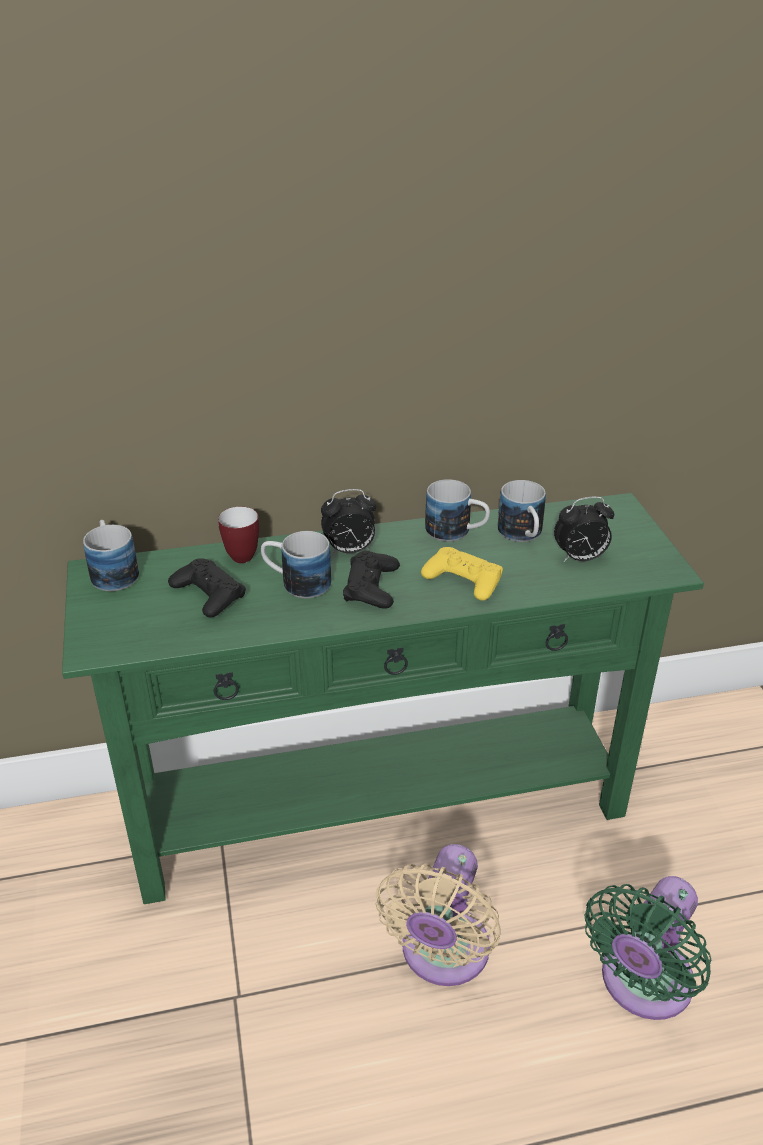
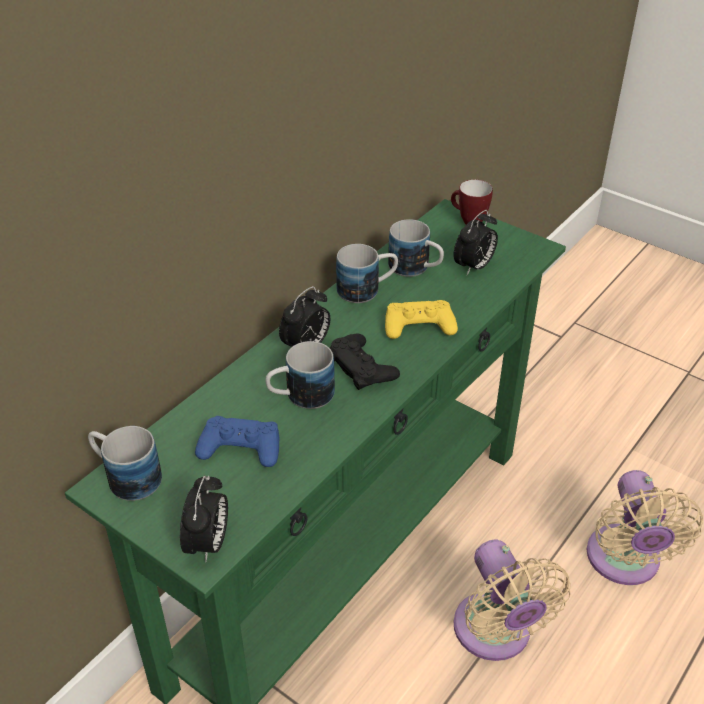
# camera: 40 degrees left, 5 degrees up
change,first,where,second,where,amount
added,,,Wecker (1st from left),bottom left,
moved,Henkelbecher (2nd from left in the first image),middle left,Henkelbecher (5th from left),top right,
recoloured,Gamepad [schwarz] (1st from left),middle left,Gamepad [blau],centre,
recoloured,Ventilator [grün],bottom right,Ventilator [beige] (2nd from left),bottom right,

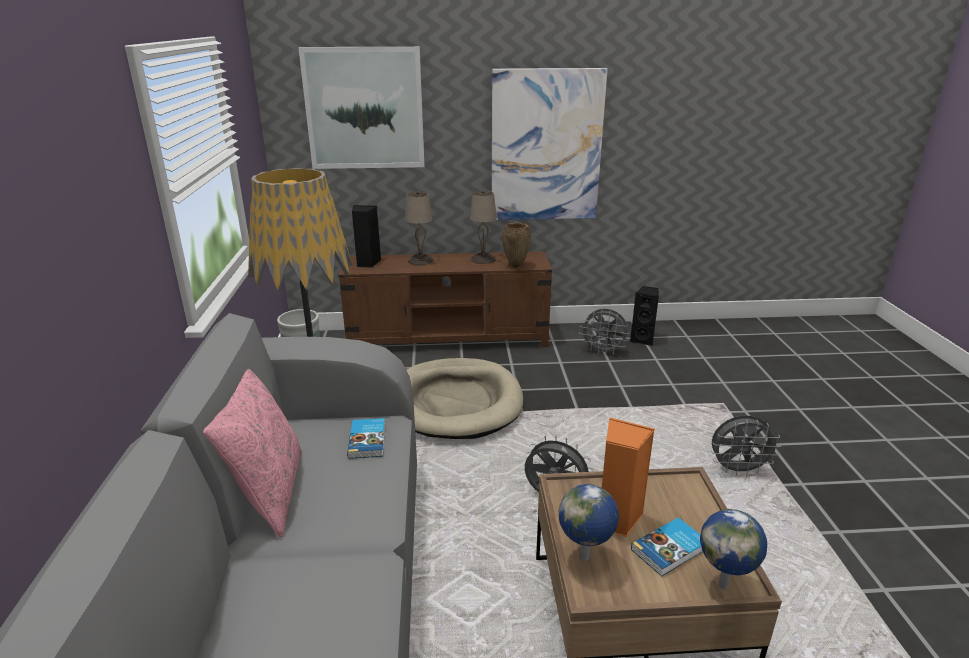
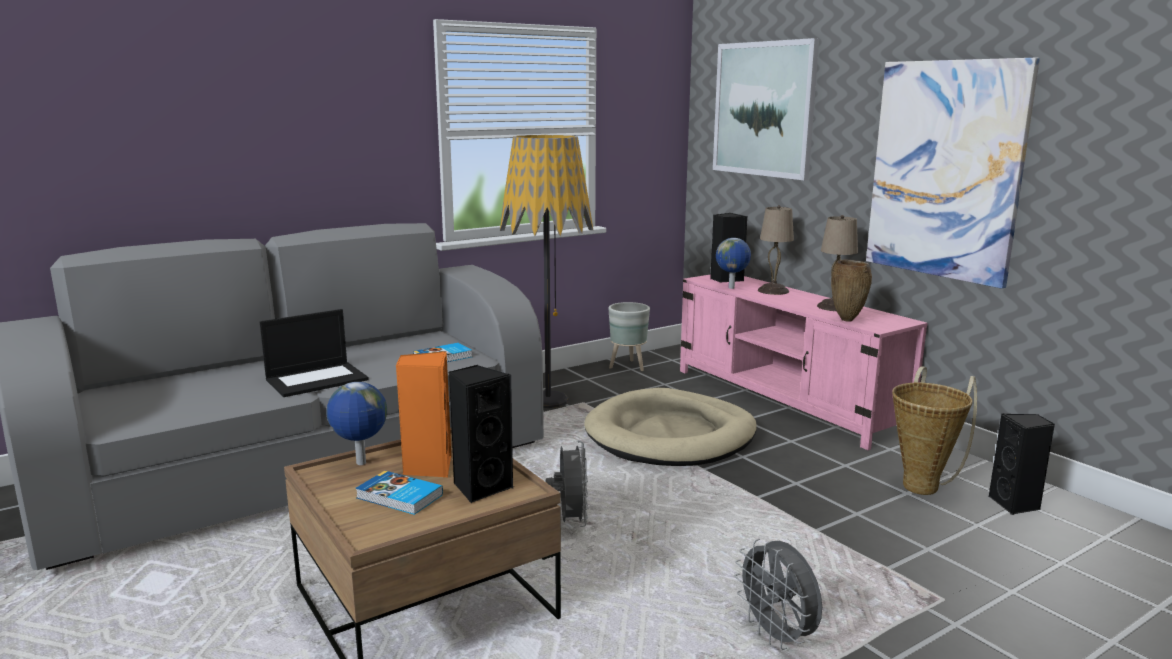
# camera: 60 degrees right, 10 degrees down
change,first,where,second,where,amount
removed,Kissen [rosa],bottom left,,,
added,,,Laptop,middle left,
added,,,Lautsprecher [schwarz] (1st from left),centre,
moved,Globus (2nd from left),bottom right,,centre,
replaced,Ventilator [grau] (2nd from left),centre,Korb,middle right,
recoloured,Fernsehschrank [braun],centre,Fernsehschrank [rosa],middle right,

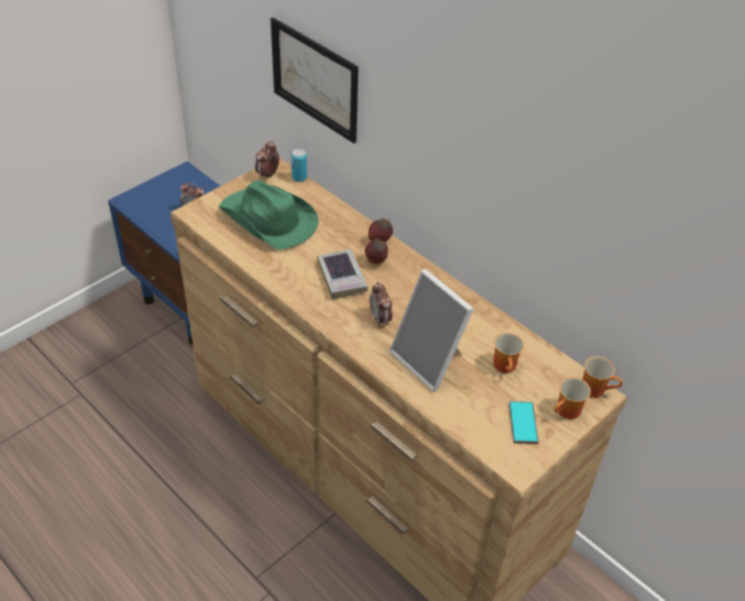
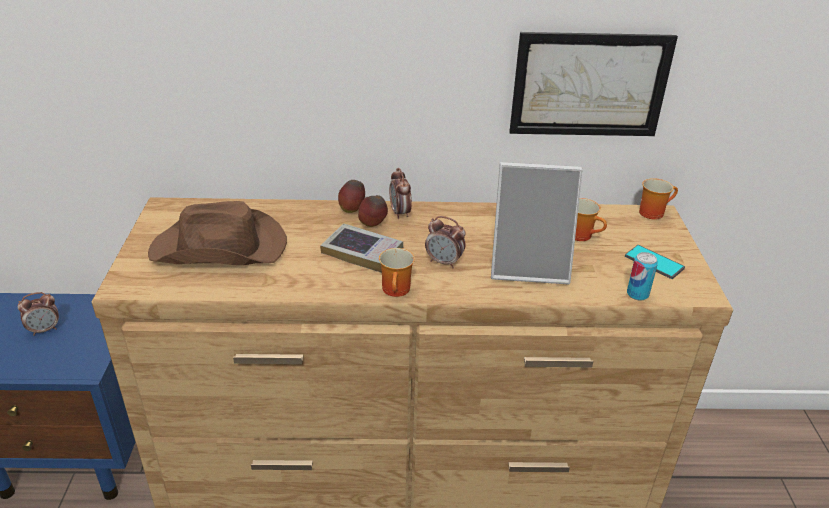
# camera: 45 degrees left, 10 degrees down
change,first,where,second,where,amount
moved,Wecker (2nd from left),top centre,,centre,
moved,Bild,top centre,,top right,
moved,Dose,top centre,,middle right,
moved,Henkelbecher (2nd from left in the first image),middle right,Henkelbecher (1st from left),centre,
recoloured,Hut [grün],centre,Hut [braun],middle left,

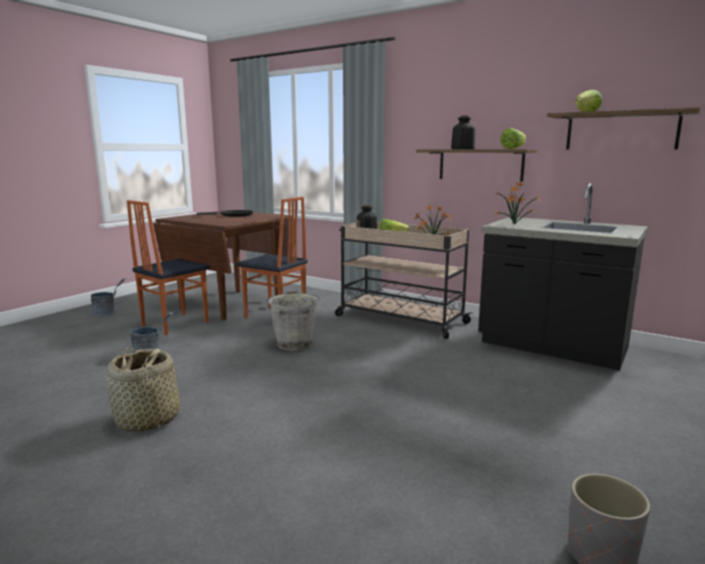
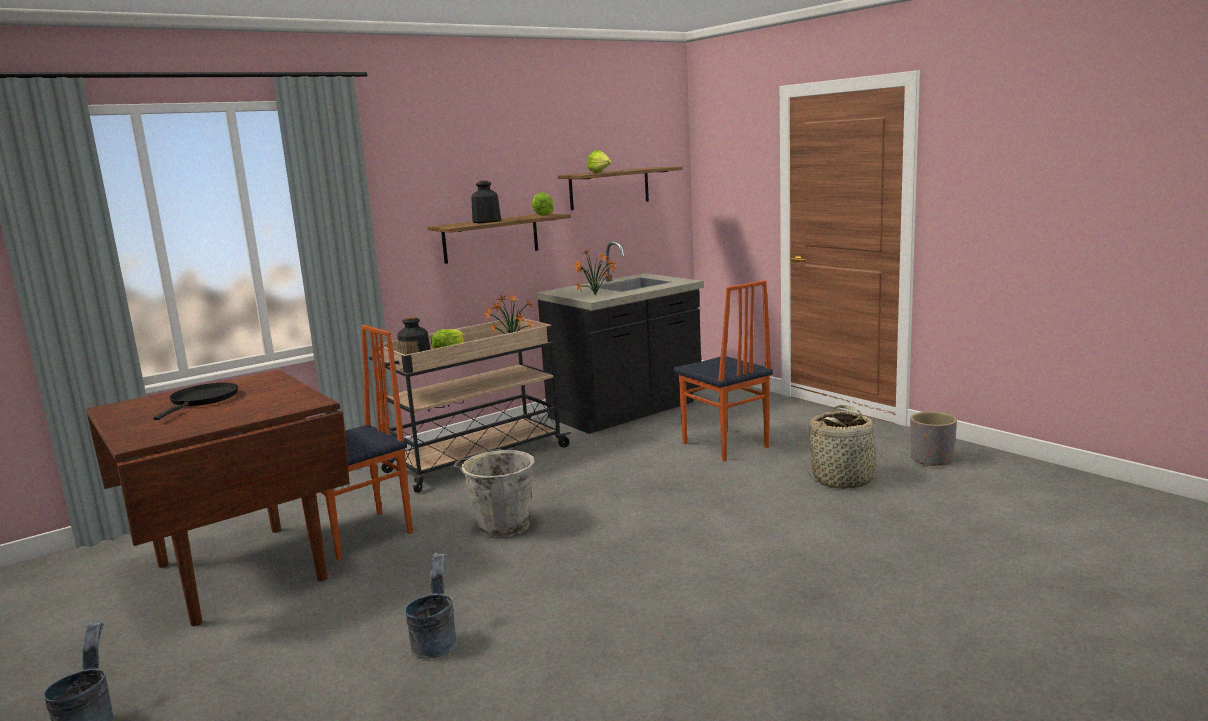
# camera: 70 degrees left, 0 degrees up
change,first,where,second,where,amount
moved,Korb,bottom left,,middle right,
moved,Stuhl (1st from left in the first image),middle left,Stuhl (2nd from left),centre,

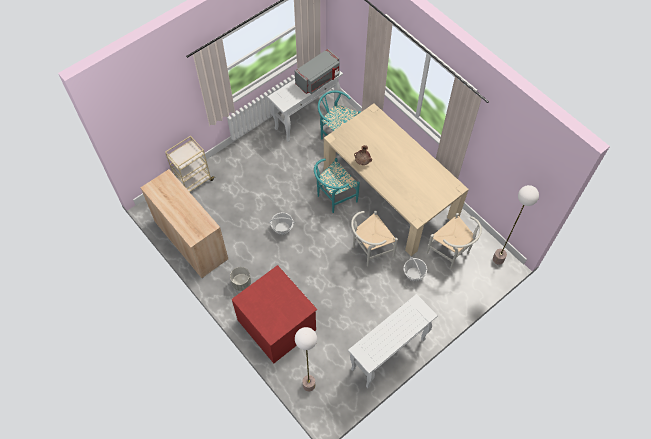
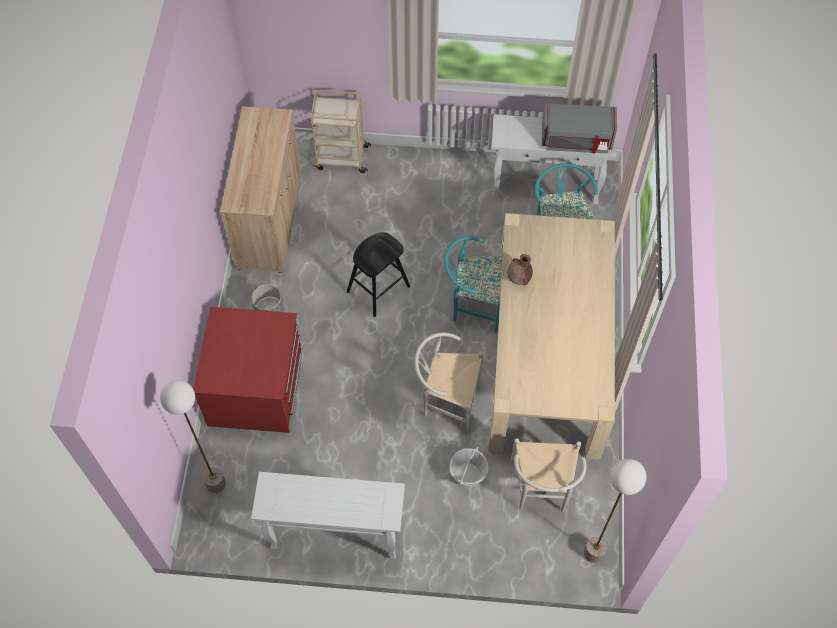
# camera: 45 degrees right, 0 degrees up
change,first,where,second,where,amount
replaced,Korb (1st from left),centre,Hocker [schwarz],centre,

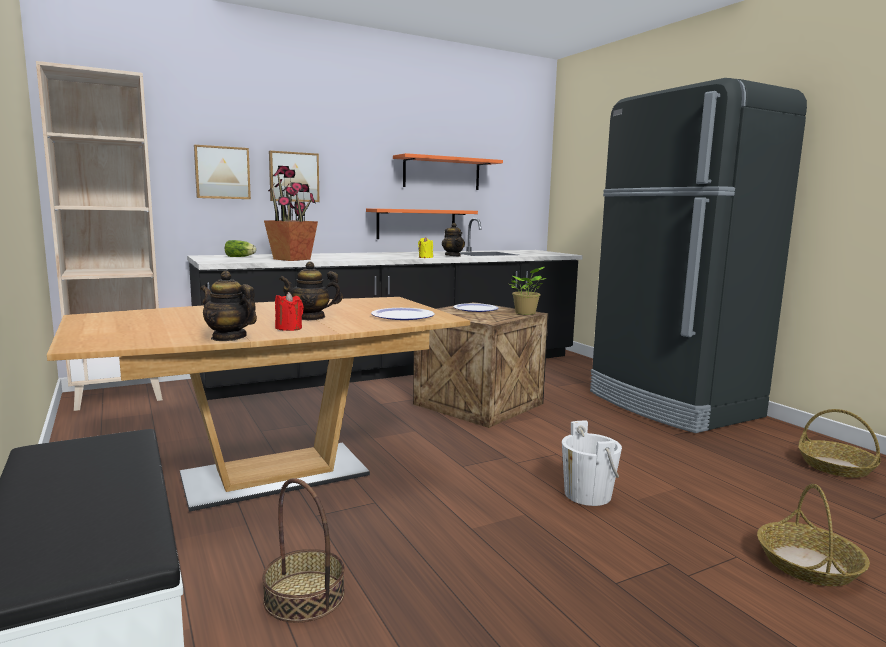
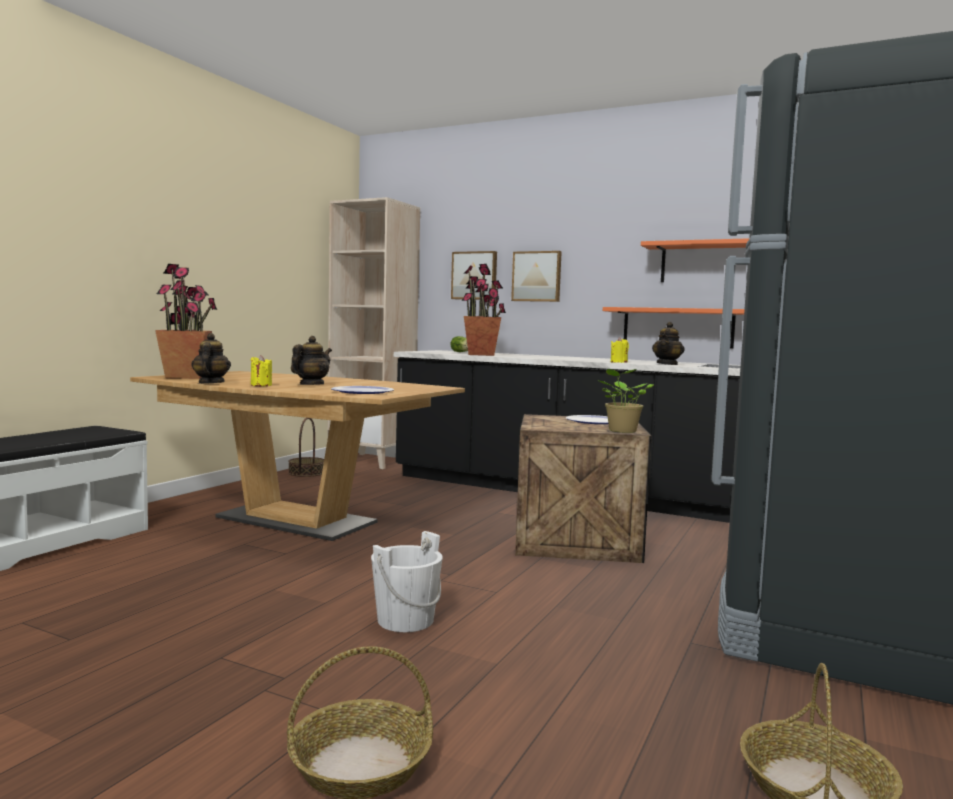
# camera: 55 degrees right, 5 degrees down
change,first,where,second,where,amount
added,,,Topfpflanze (1st from left),middle left,
moved,Korb (1st from left),bottom centre,,middle left,
recoloured,Kerze [rot],middle left,Kerze [gelb] (1st from left),middle left,
turned,Teekanne (2nd from left),centre,,middle left,75 degrees clockwise

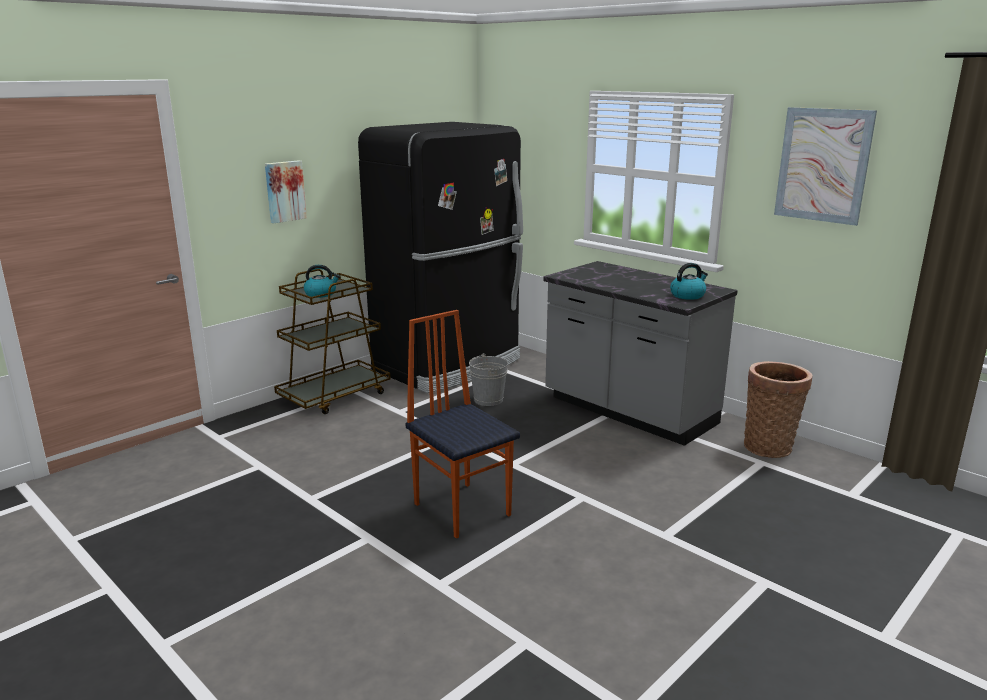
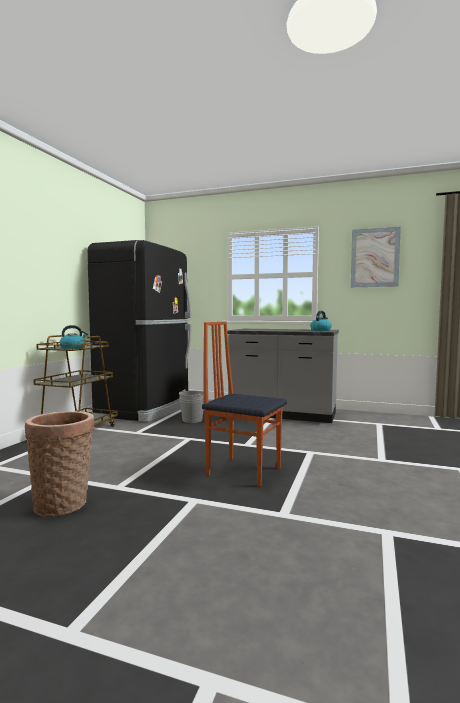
# camera: 25 degrees left, 15 degrees down
change,first,where,second,where,amount
removed,Bild (1st from left),top left,,,
moved,Korb,middle right,,middle left,

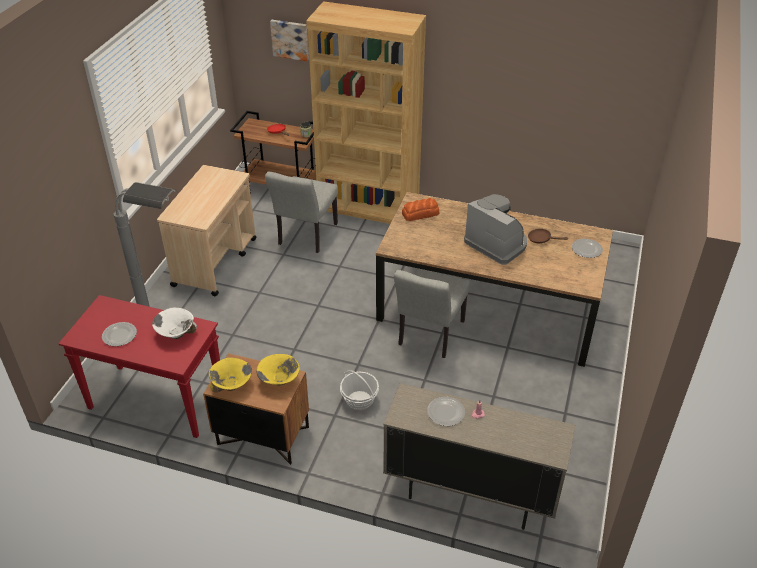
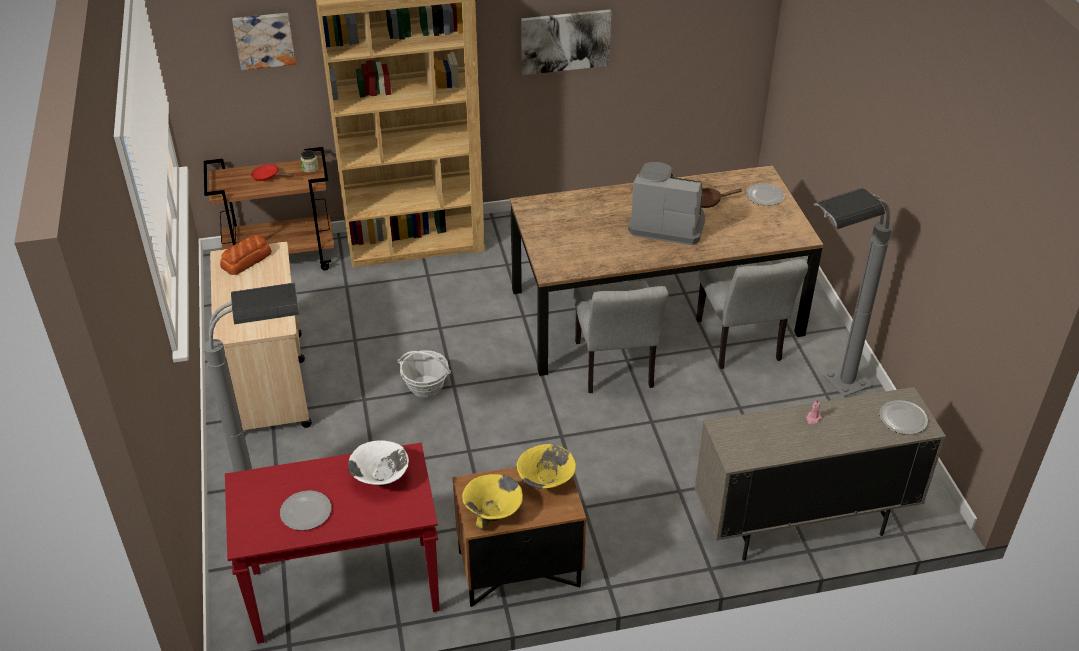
# camera: 30 degrees left, 0 degrees up
change,first,where,second,where,amount
added,,,Bild (2nd from left),top centre,
added,,,Stehlampe [grau] (2nd from left),middle right,
moved,Stuhl [grau] (1st from left in the first image),centre,Stuhl [grau] (2nd from left),middle right,
moved,Korb,bottom centre,,centre,
moved,Brot,centre,,middle left,
moved,Teller (2nd from left in the first image),bottom centre,Teller (3rd from left),middle right,

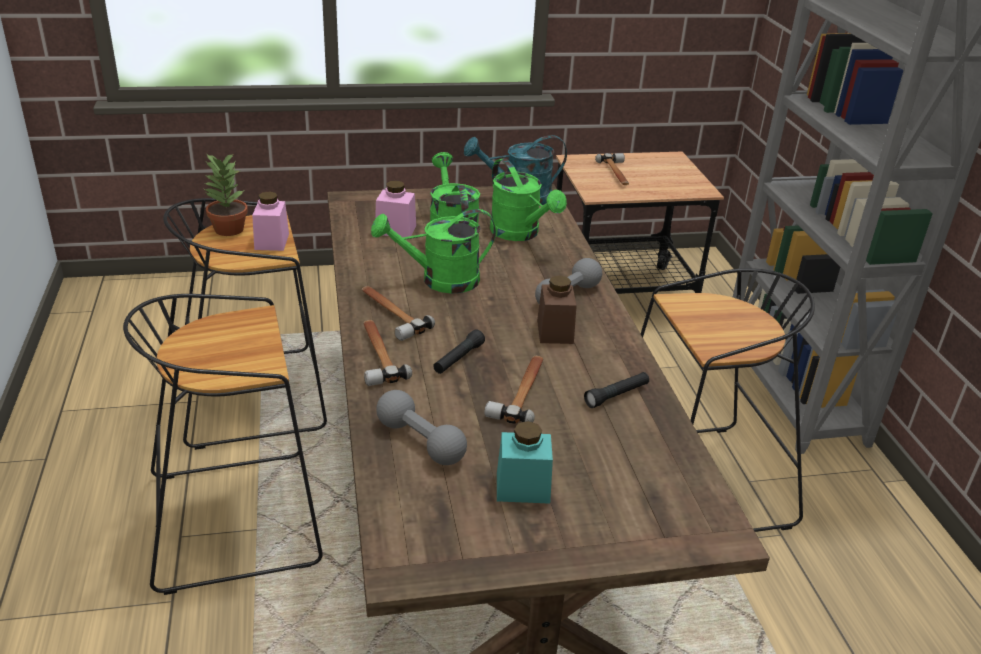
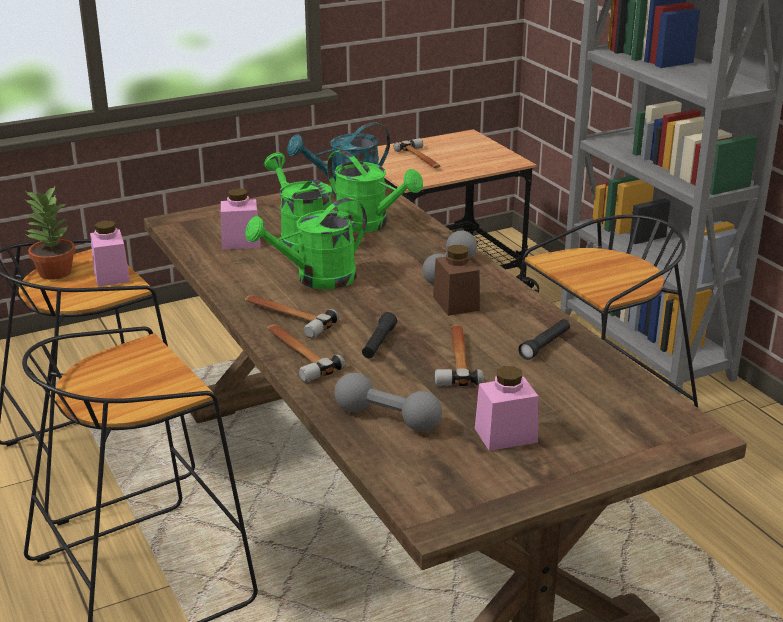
# camera: 15 degrees left, 5 degrees down
change,first,where,second,where,amount
recoloured,Vorratsglas [türkis],bottom centre,Vorratsglas [rosa] (3rd from left),centre,

